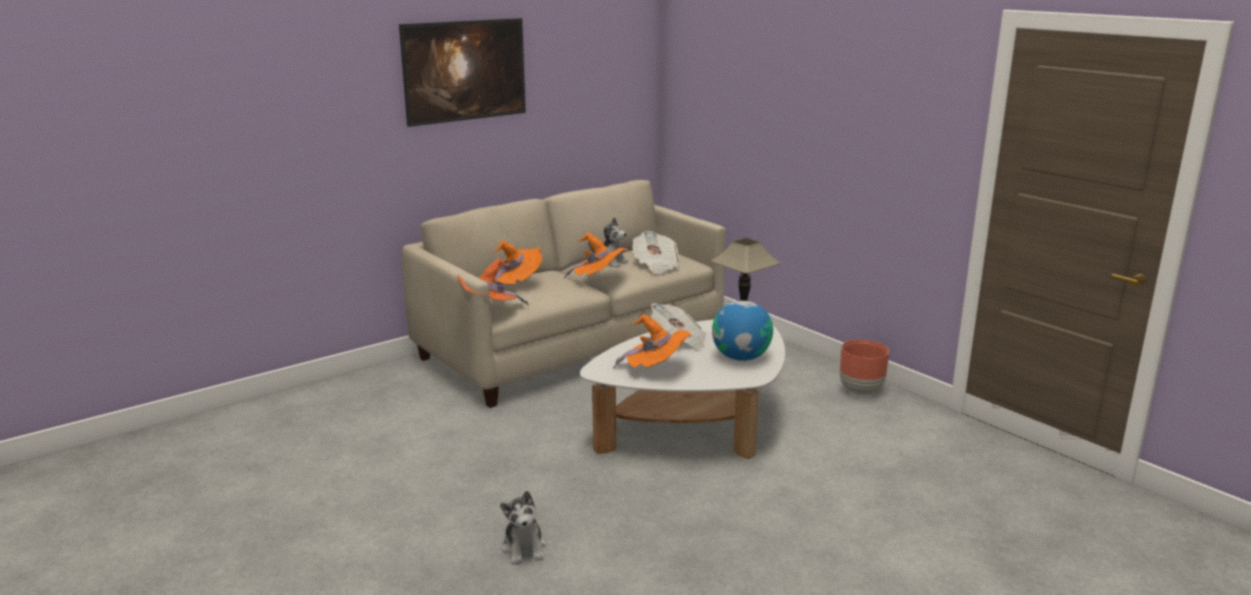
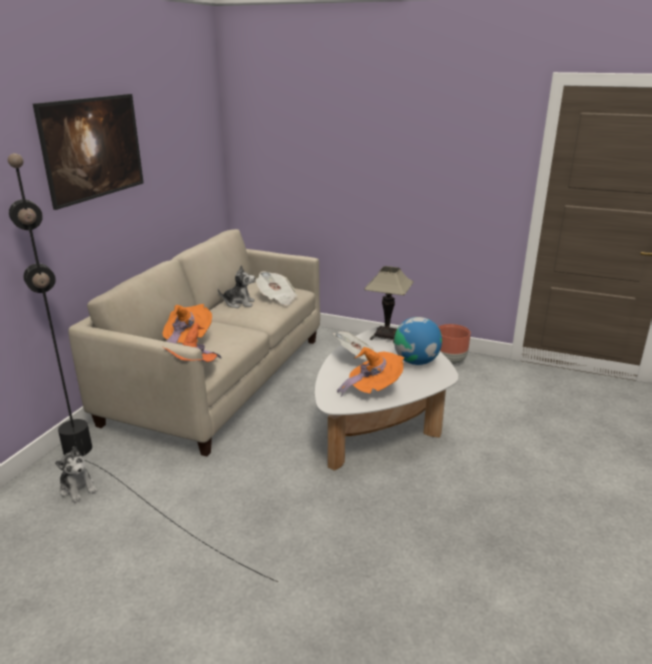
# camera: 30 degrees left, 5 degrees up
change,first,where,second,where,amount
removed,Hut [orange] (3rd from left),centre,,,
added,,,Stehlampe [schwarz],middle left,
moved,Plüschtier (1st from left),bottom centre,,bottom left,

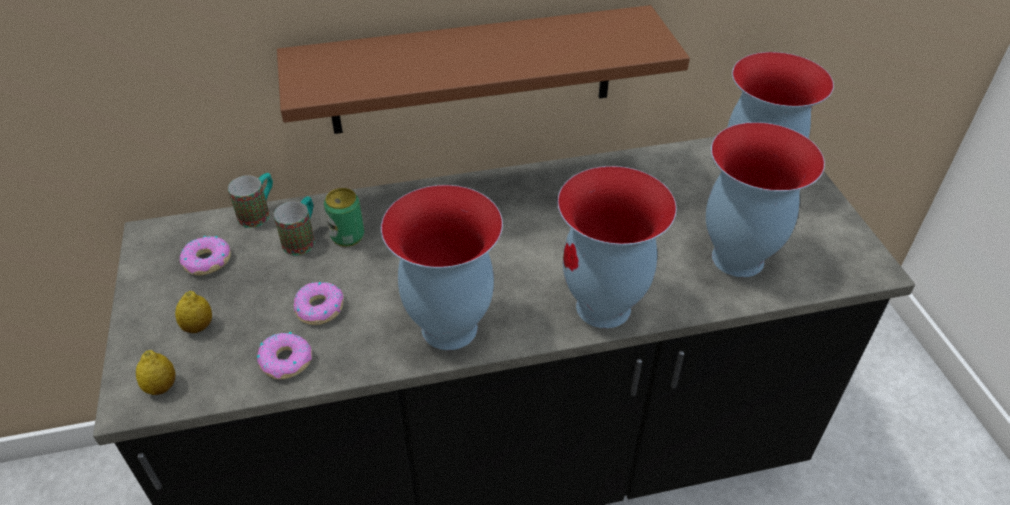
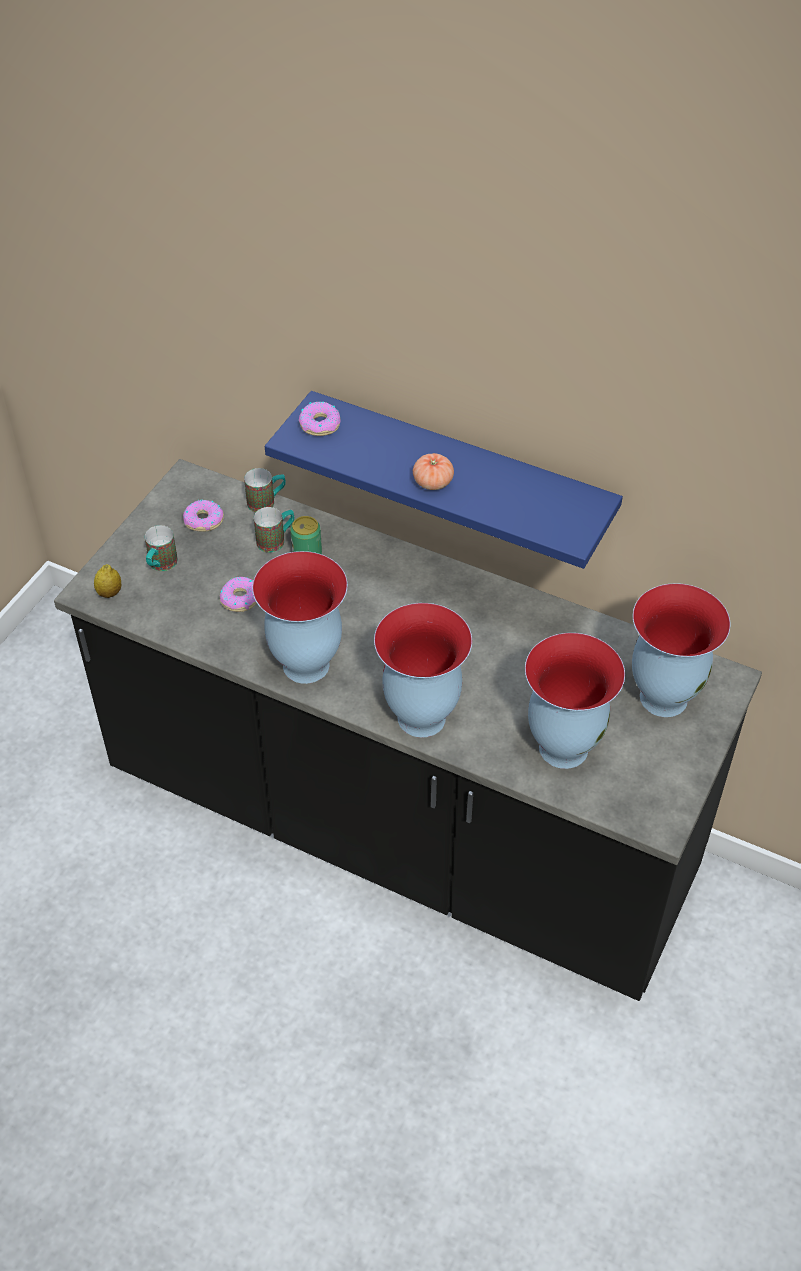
# camera: 40 degrees right, 5 degrees up
change,first,where,second,where,amount
added,,,Tomate,centre,
moved,Donut (2nd from left in the first image),bottom left,Donut (3rd from left),top centre,
replaced,Zitrone (2nd from left),middle left,Henkelbecher (1st from left),middle left,
recoloured,Wandregal [braun],top centre,Wandregal [blau],centre,

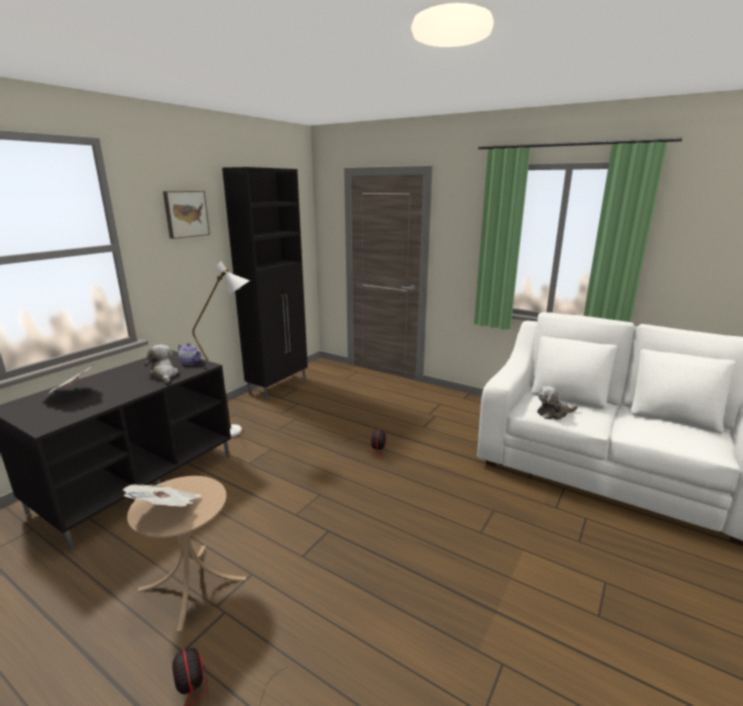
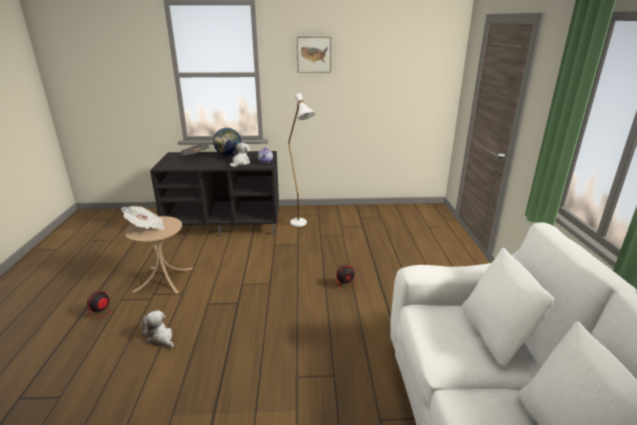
# camera: 55 degrees right, 5 degrees up
change,first,where,second,where,amount
removed,Schrank [schwarz],centre,,,
added,,,Globus,centre,
moved,Plüschtier (2nd from left in the first image),middle right,Plüschtier (1st from left),bottom left,

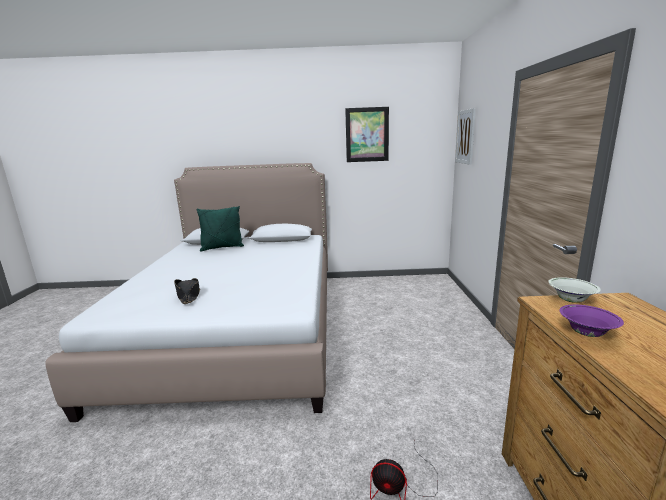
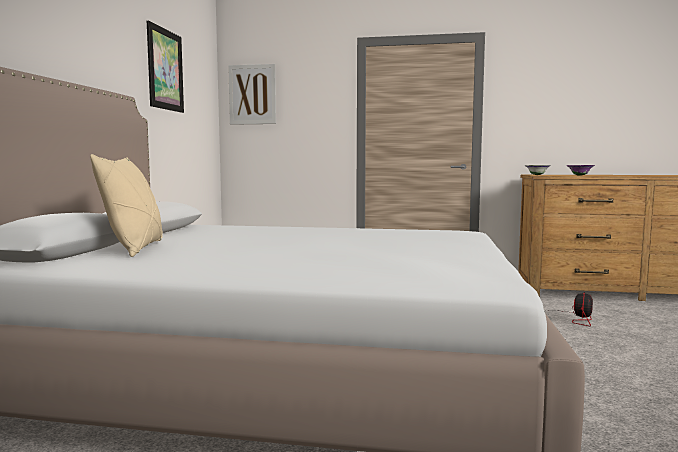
# camera: 80 degrees left, 10 degrees down
change,first,where,second,where,amount
removed,Hut [schwarz],middle left,,,
recoloured,Kissen [grün],middle left,Kissen [beige],middle left,

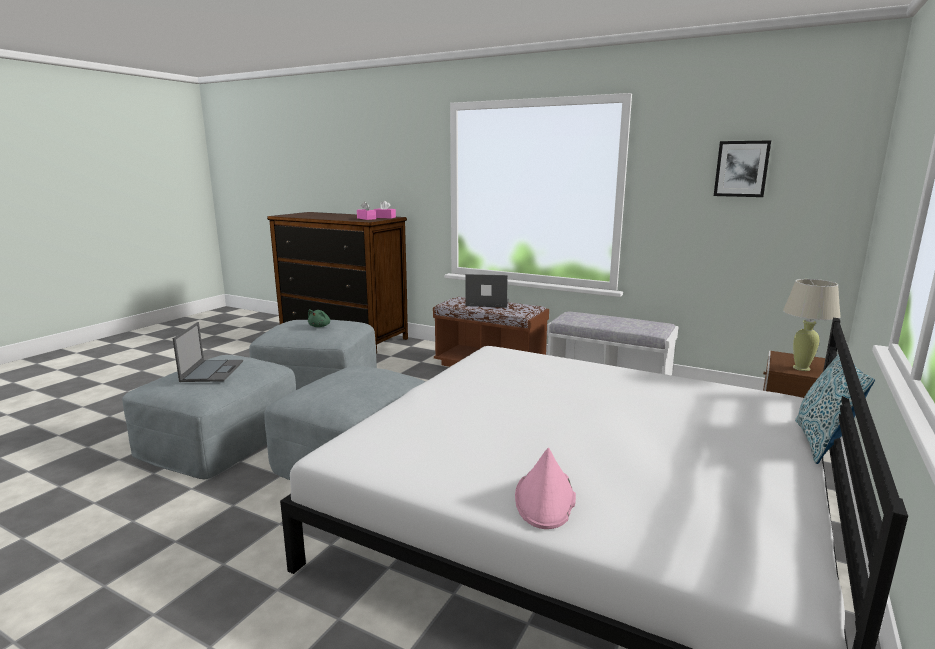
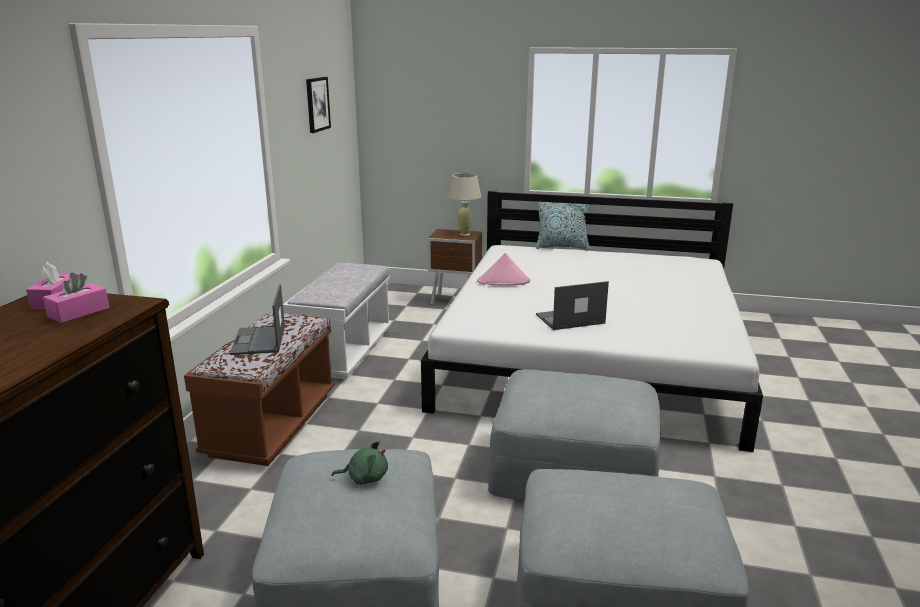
# camera: 105 degrees left, 5 degrees up
change,first,where,second,where,amount
moved,Laptop (1st from left in the first image),middle left,Laptop (2nd from left),centre,
moved,Hut [rosa],bottom centre,,centre,

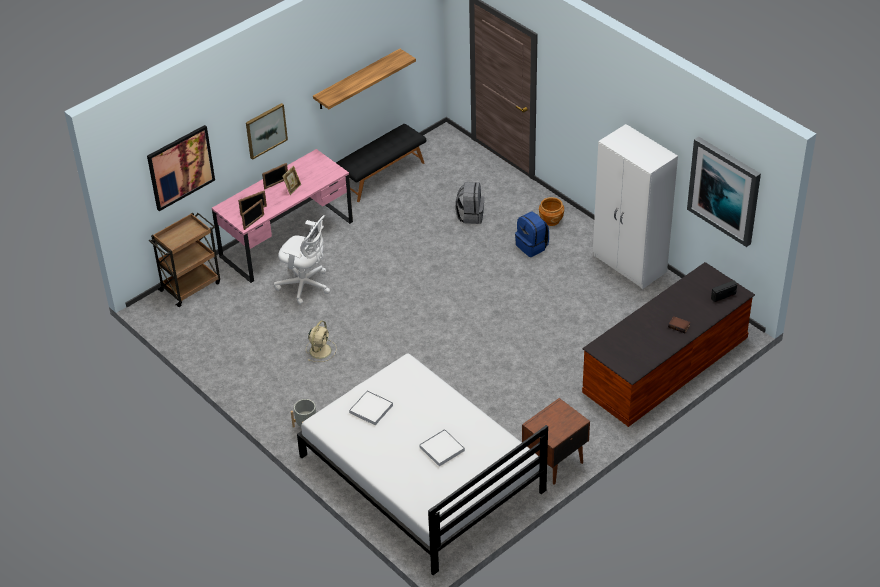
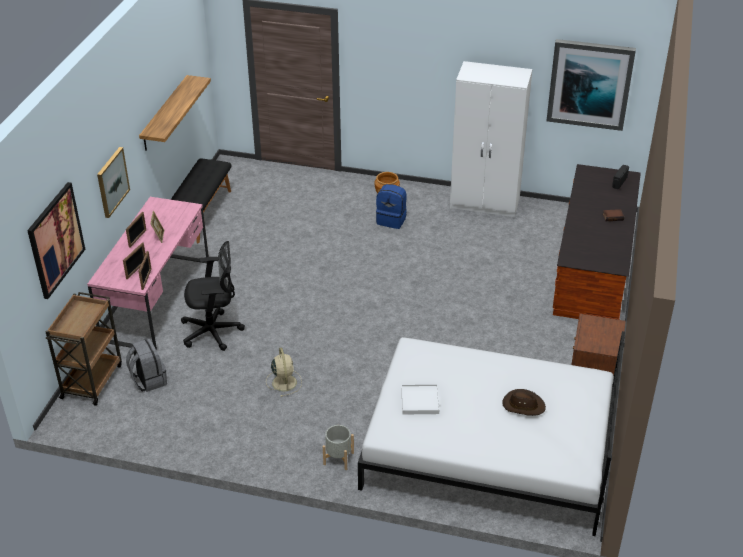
# camera: 35 degrees left, 5 degrees down
change,first,where,second,where,amount
moved,Rucksack [grau],centre,,middle left,
replaced,Tablett [weiß] (2nd from left),bottom centre,Hut [braun],bottom right,
recoloured,Bürostuhl [weiß],centre,Bürostuhl [schwarz],middle left,

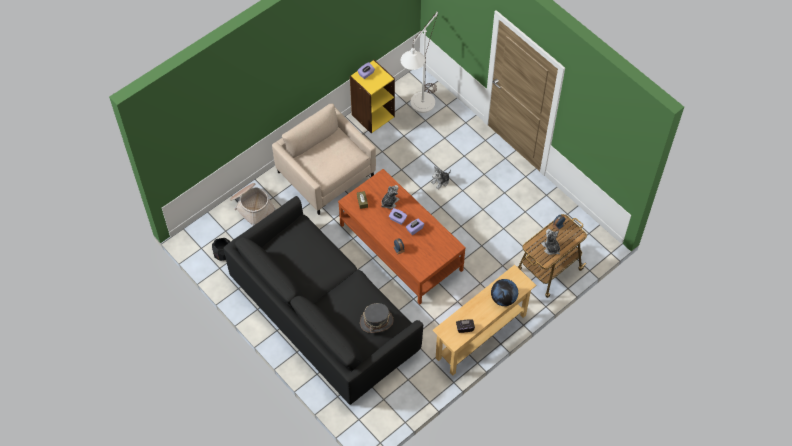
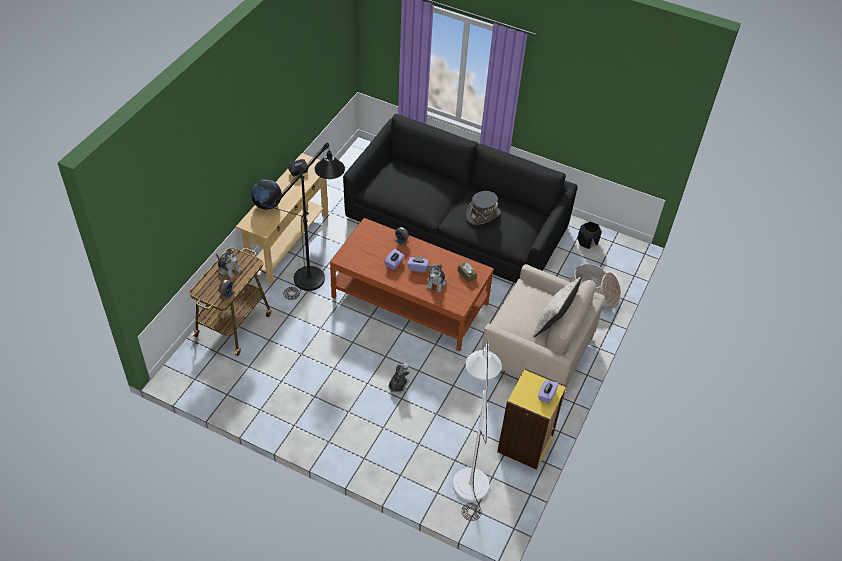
# camera: 155 degrees right, 10 degrees down
change,first,where,second,where,amount
added,,,Stehlampe [schwarz],centre,
added,,,Kissen [beige],centre,
moved,Hut [grau],bottom centre,,centre,

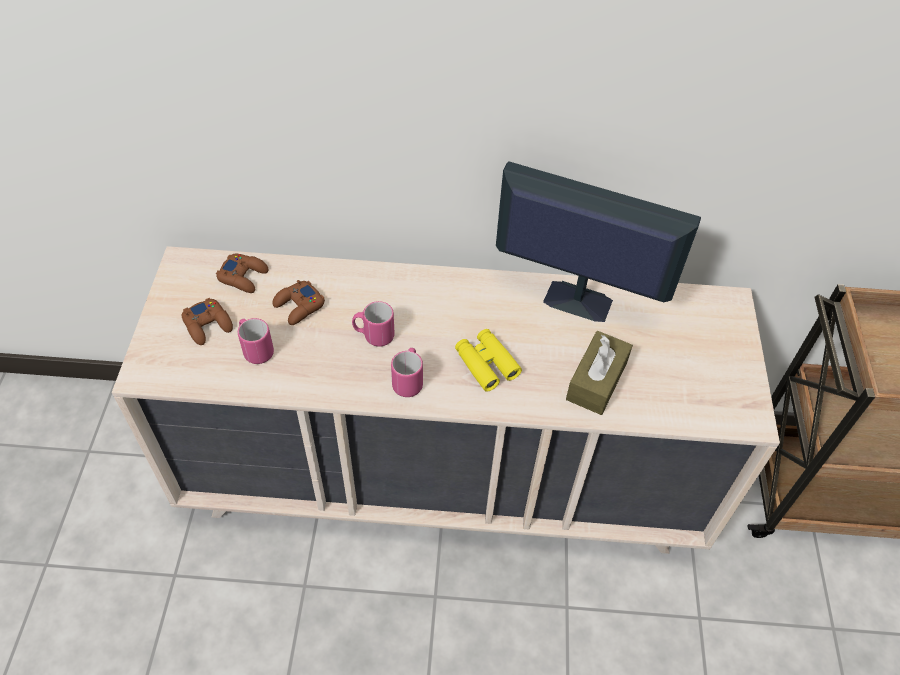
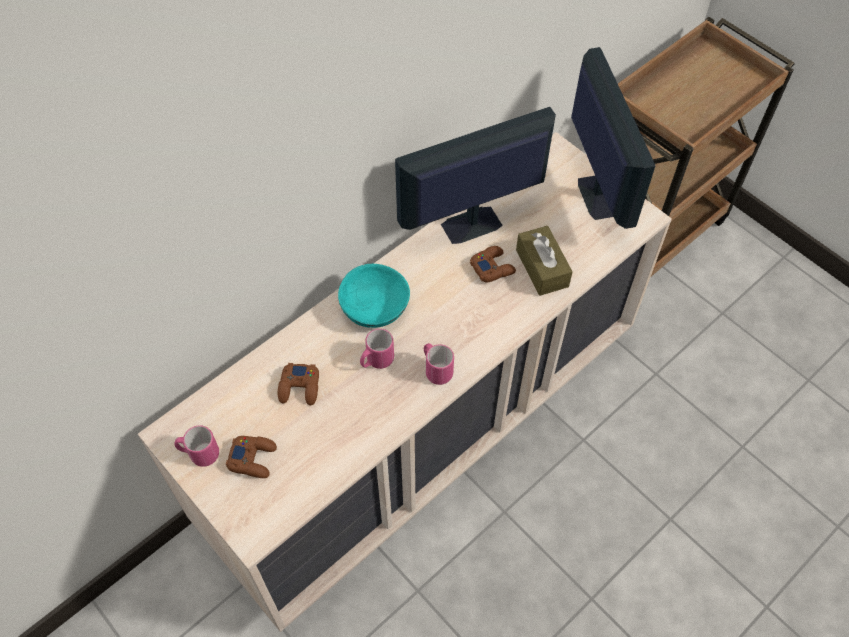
# camera: 45 degrees left, 5 degrees up
change,first,where,second,where,amount
removed,Fernglas [gelb],centre,,,
added,,,Schüssel [türkis],centre,
added,,,Monitor (2nd from left),top right,
moved,Gamepad [braun] (2nd from left in the first image),middle left,Gamepad [braun] (3rd from left),centre,
moved,Henkelbecher [rosa] (1st from left),middle left,,bottom left,

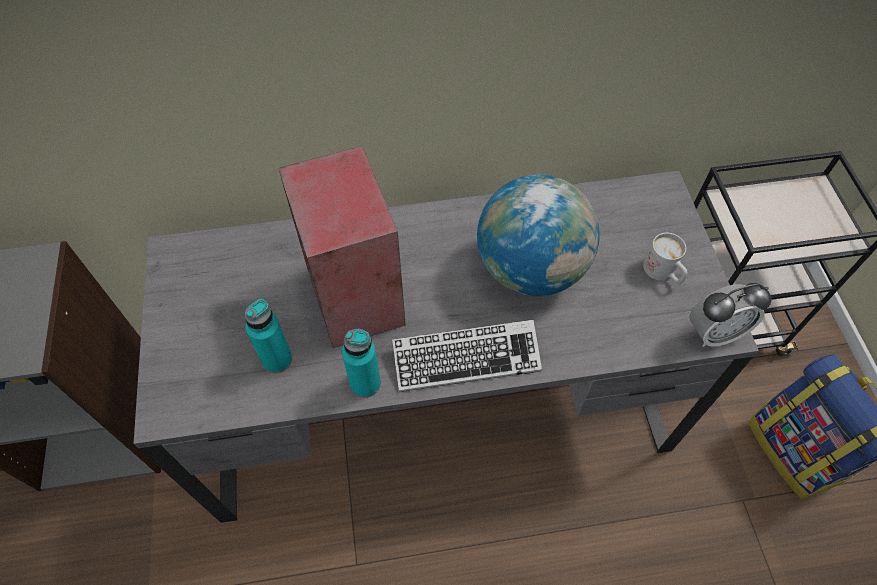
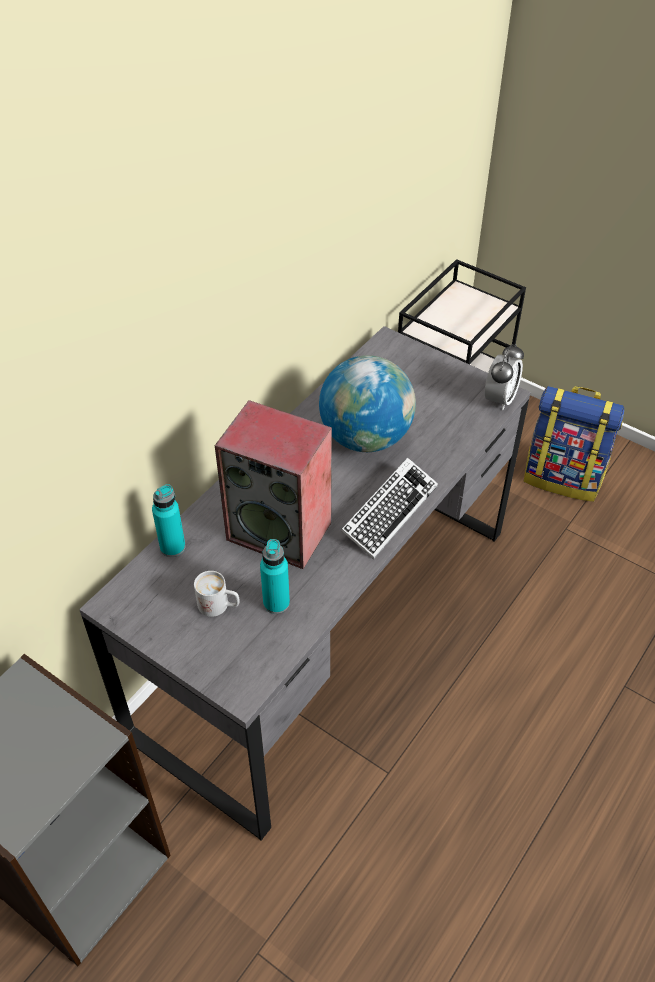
# camera: 45 degrees left, 10 degrees down
change,first,where,second,where,amount
moved,Flasche [türkis] (2nd from left in the first image),centre,Flasche [türkis] (1st from left),middle left,
moved,Henkelbecher [weiß],middle right,,middle left,

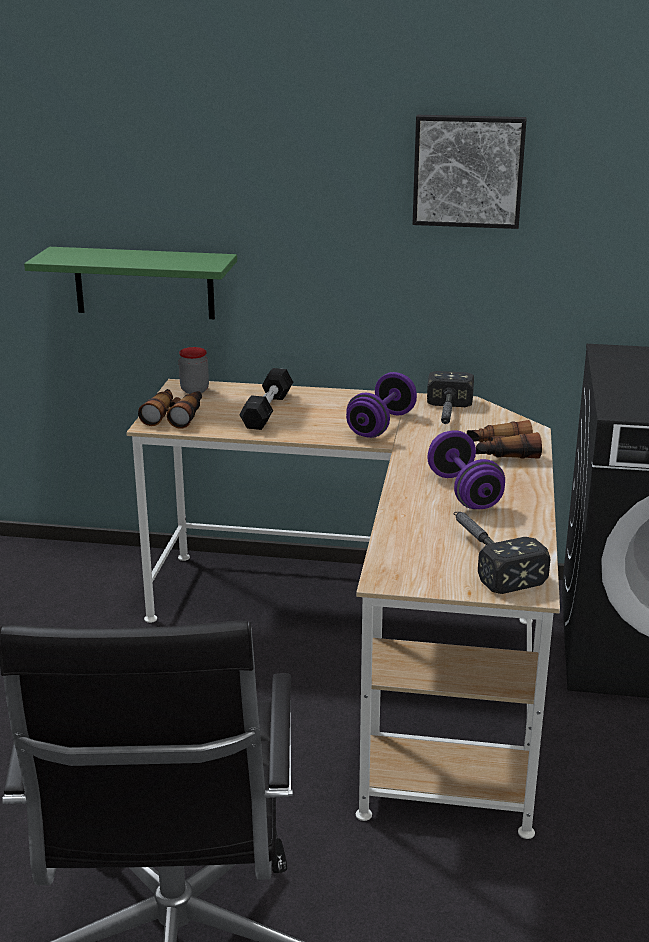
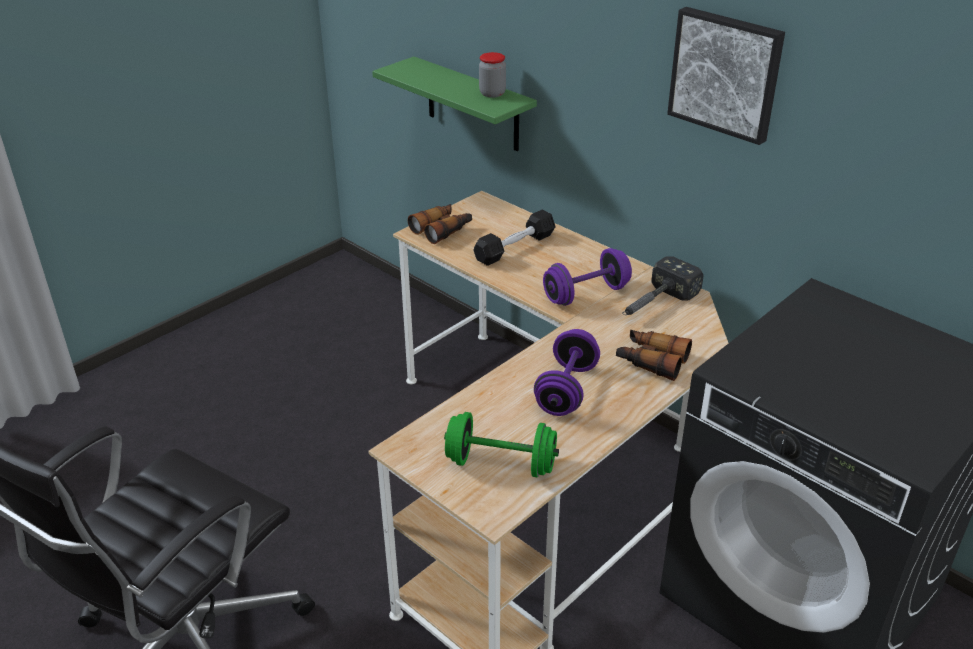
# camera: 35 degrees right, 10 degrees up
change,first,where,second,where,amount
moved,Vorratsglas,middle left,,top centre,
replaced,Hammer (2nd from left),middle right,Hantel [grün],bottom centre,

